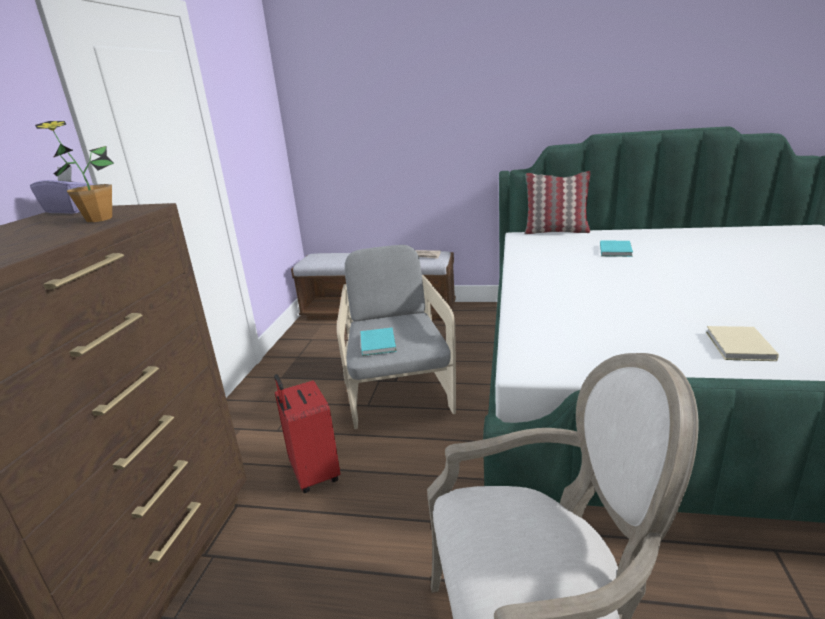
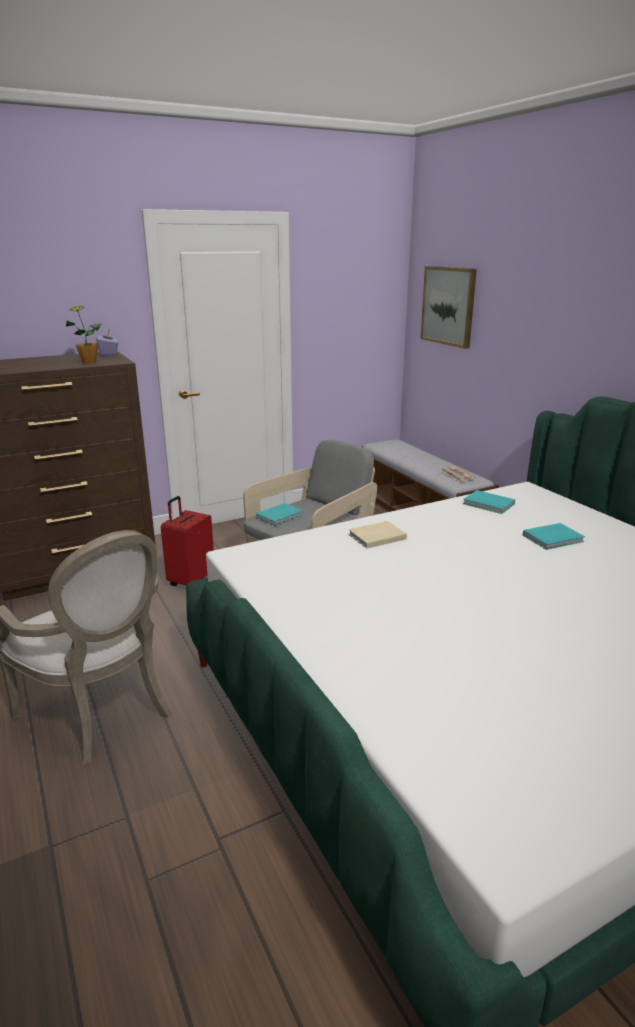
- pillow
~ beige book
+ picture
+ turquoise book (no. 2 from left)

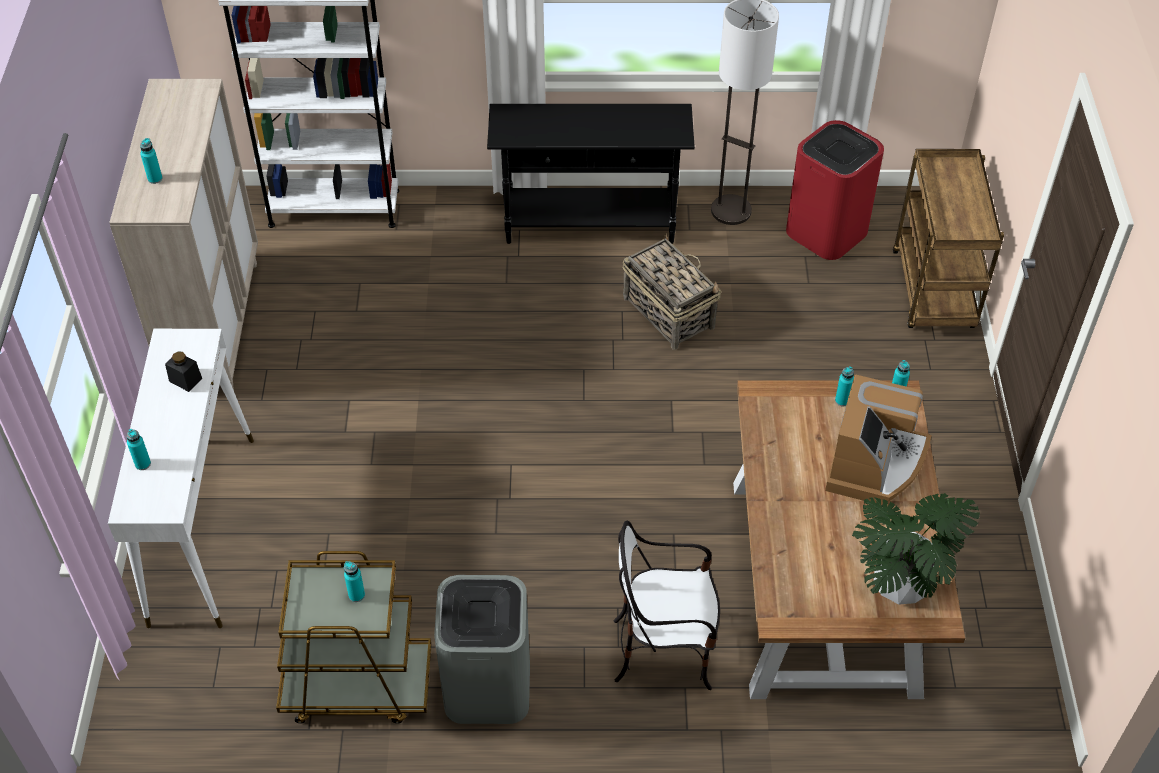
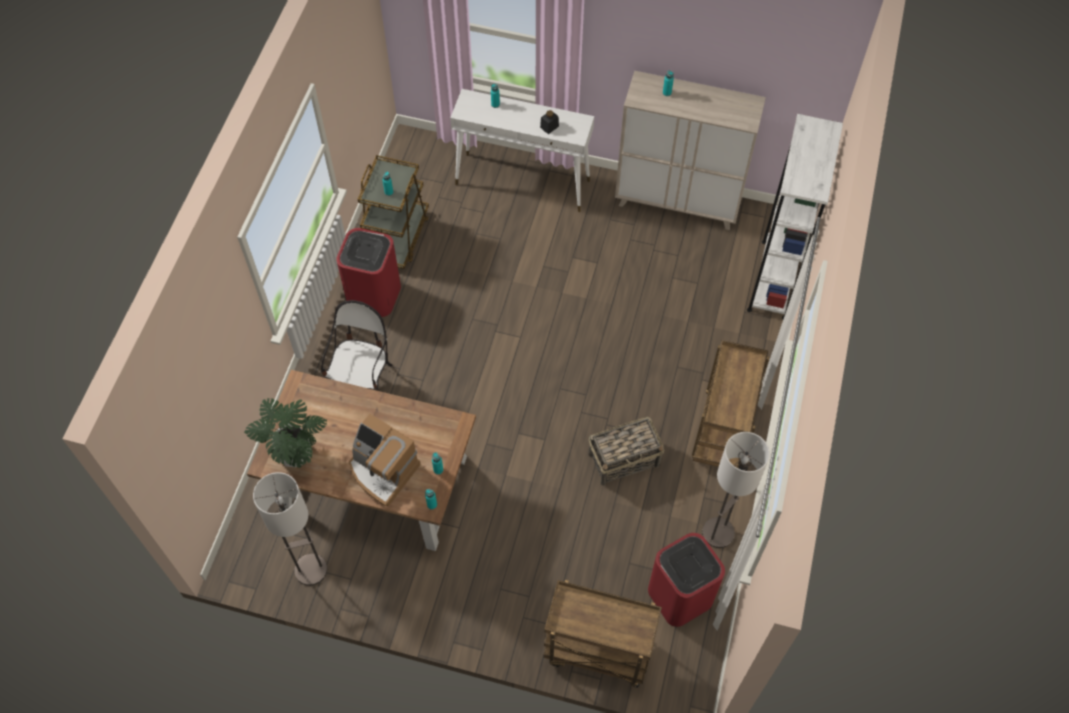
~ black console table to brown cart (no. 3 from left)
~ grey trash can to red trash can (no. 1 from left)
+ floor lamp (no. 1 from left)

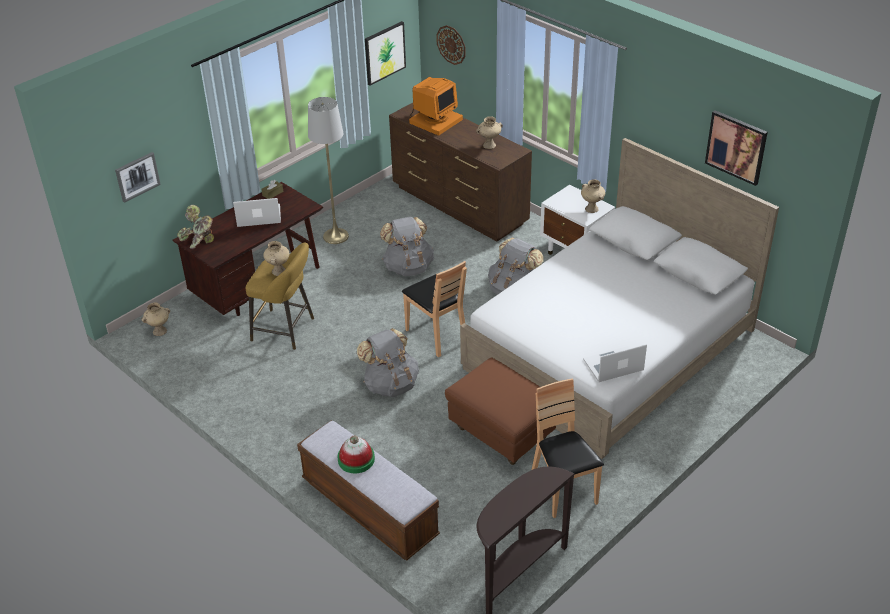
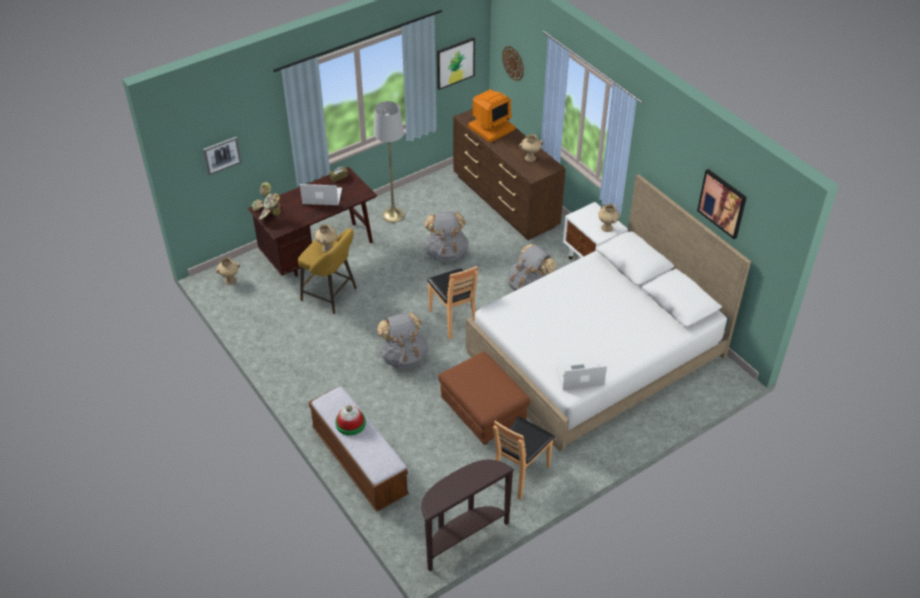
~ brown chair (no. 2 from left) 135 degrees counterclockwise

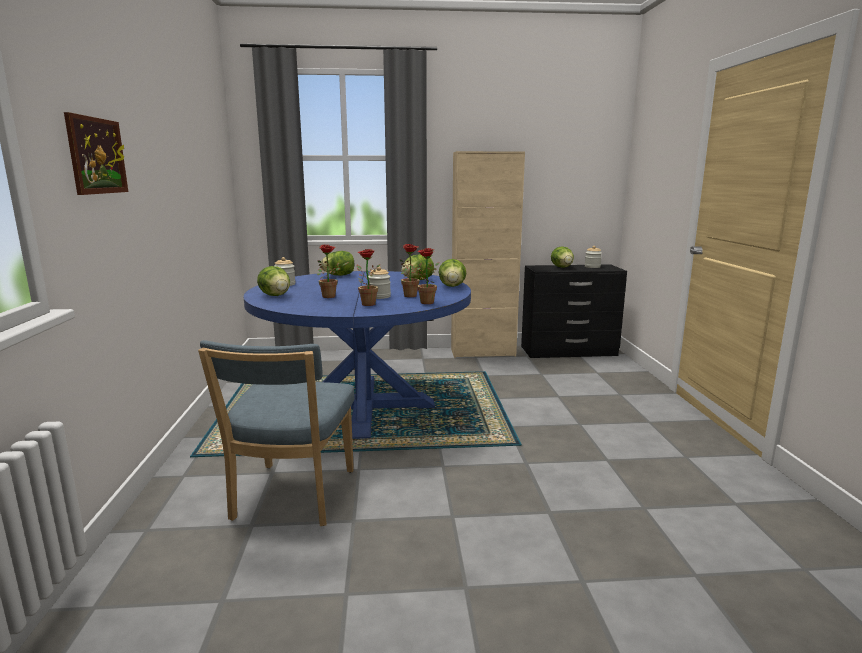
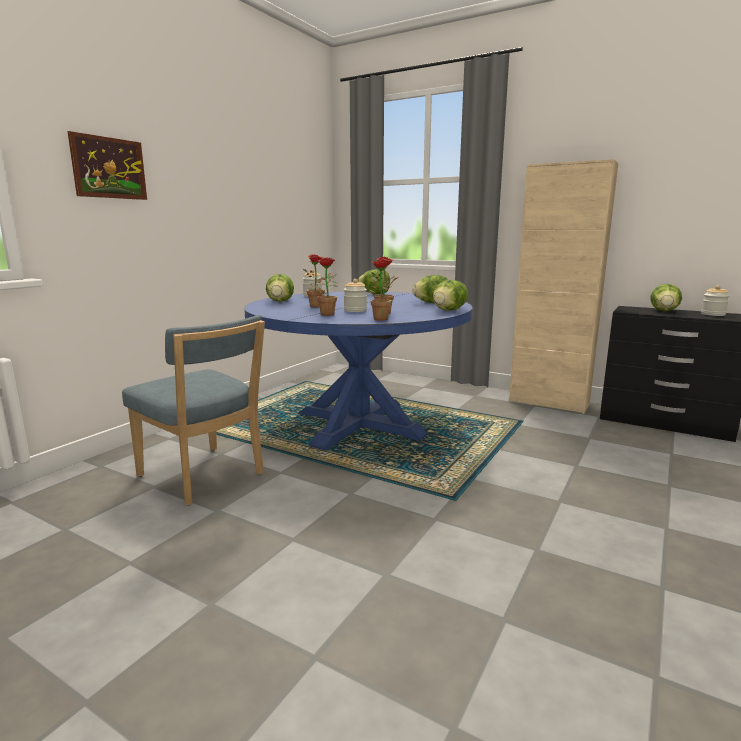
~ blue chair 90 degrees counterclockwise

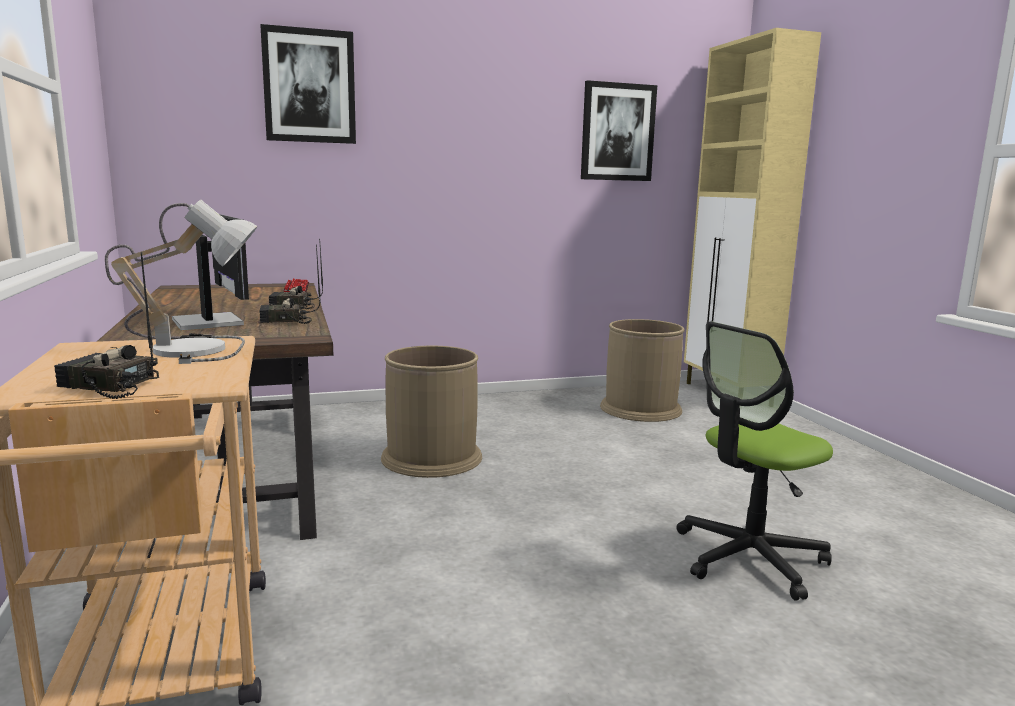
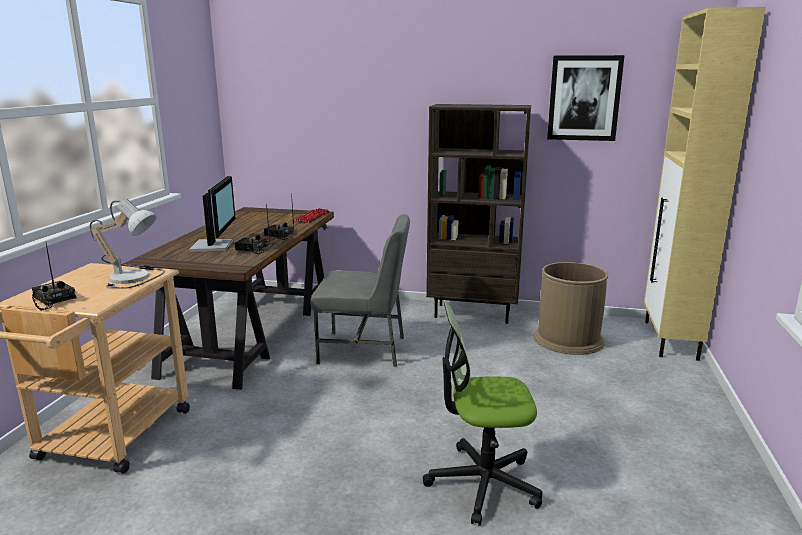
- picture (no. 1 from left)
~ brown trash can (no. 1 from left) to grey chair
+ brown bookcase

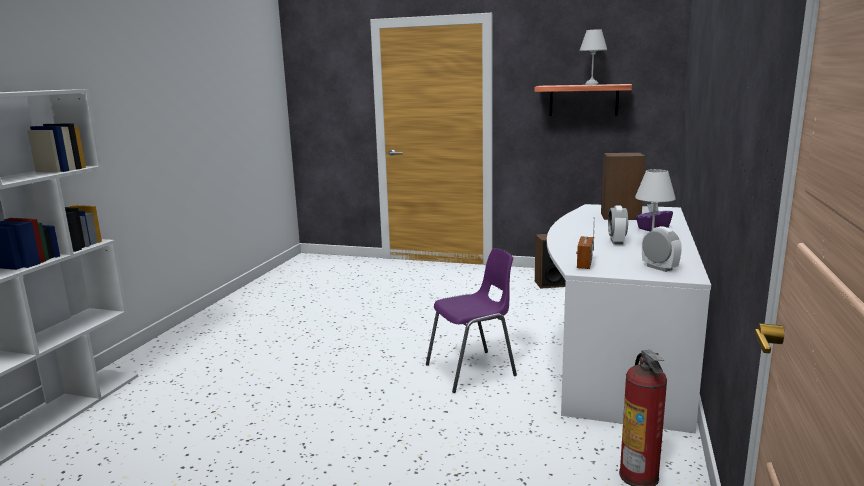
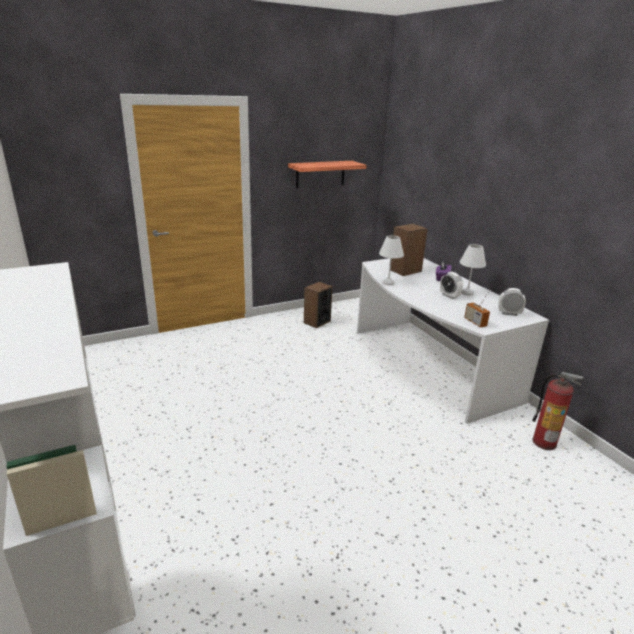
~ white table lamp (no. 1 from left)
- purple chair

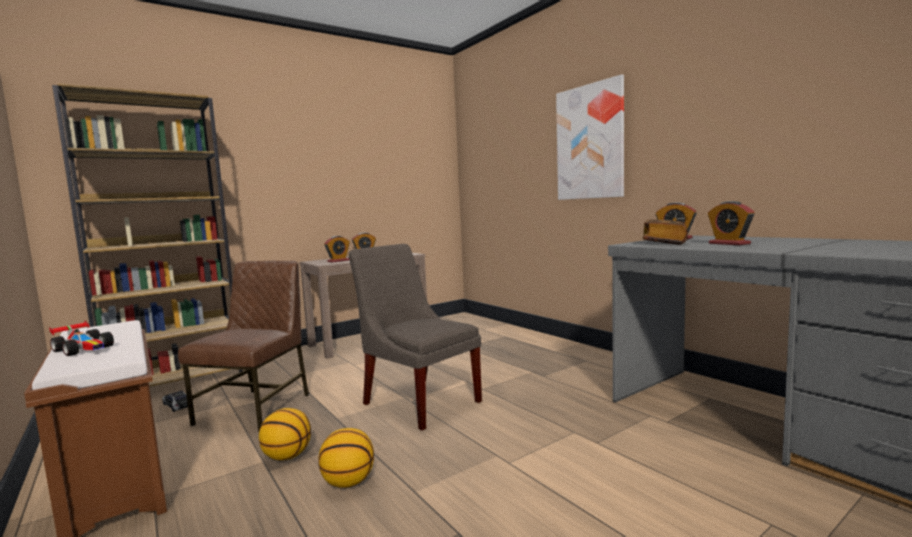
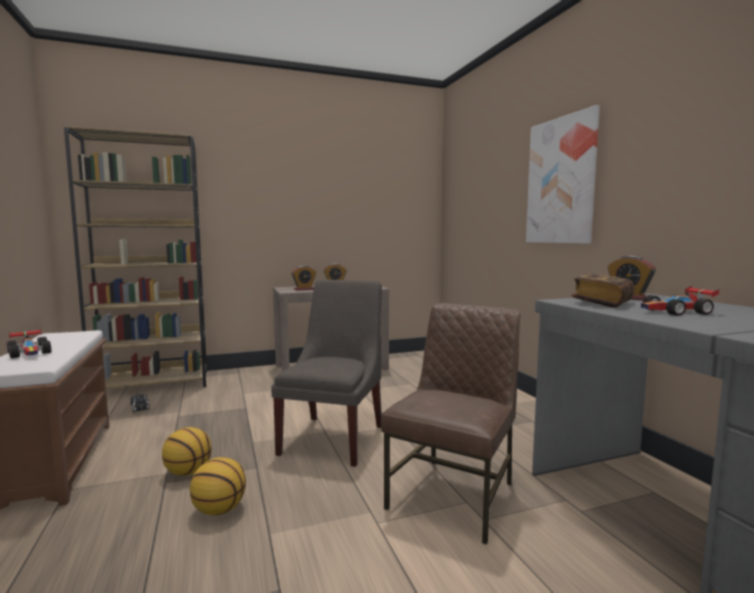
~ alarm clock (no. 4 from left) to toy car (no. 3 from left)
~ grey chair 45 degrees clockwise
~ brown chair

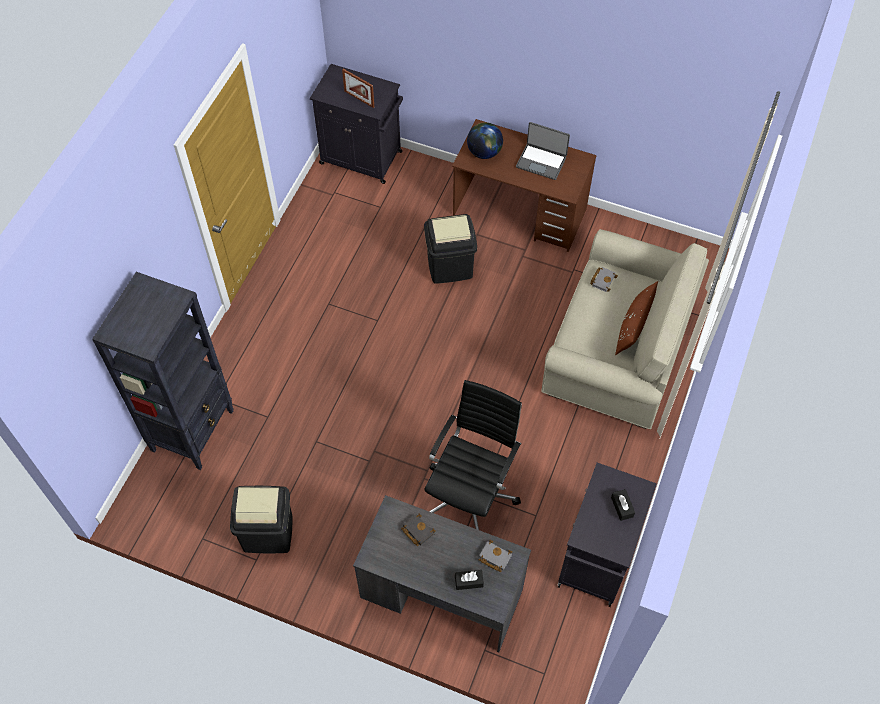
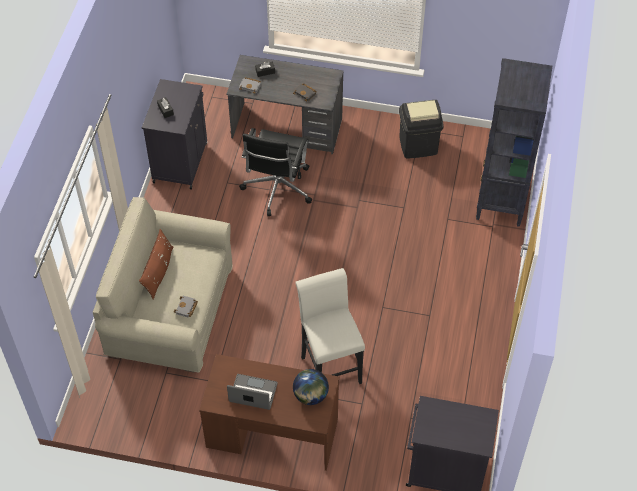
- picture frame
~ black trash can (no. 2 from left) to white stool

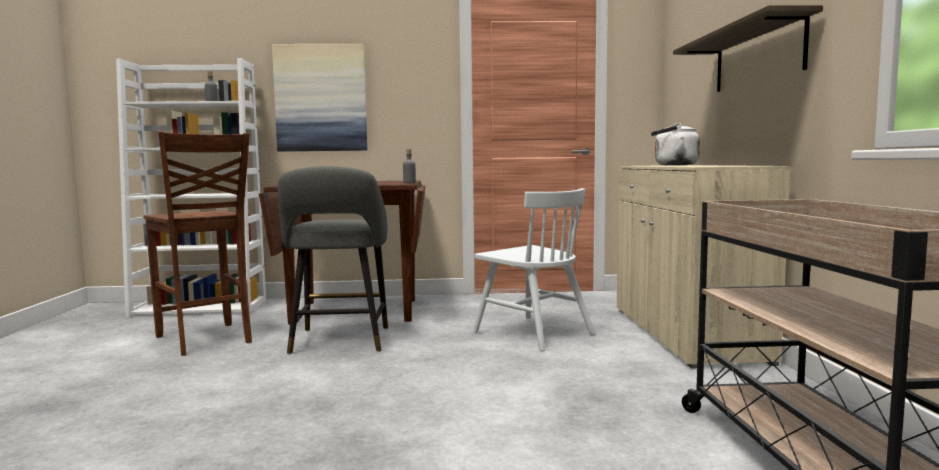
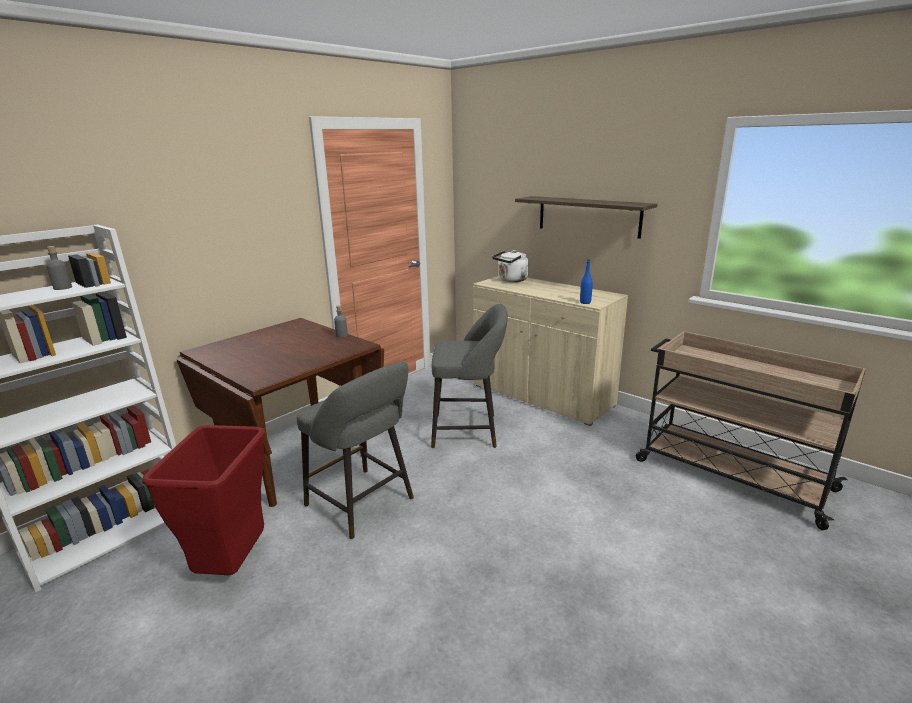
- picture
~ brown chair to red trash can
~ white chair to grey stool (no. 2 from left)
+ blue bottle

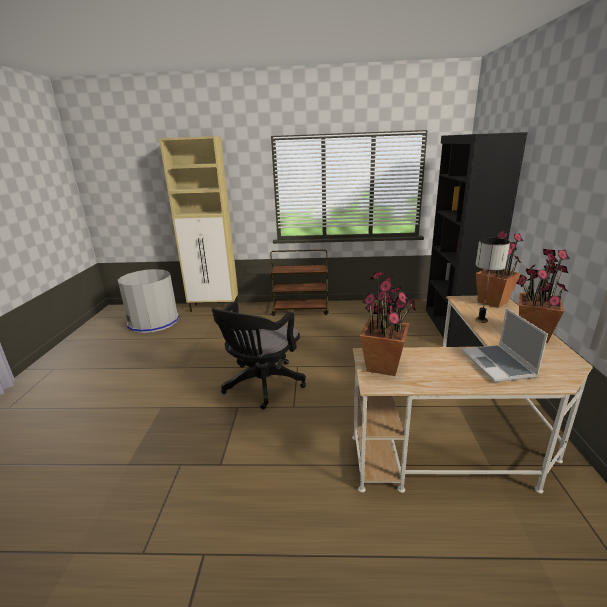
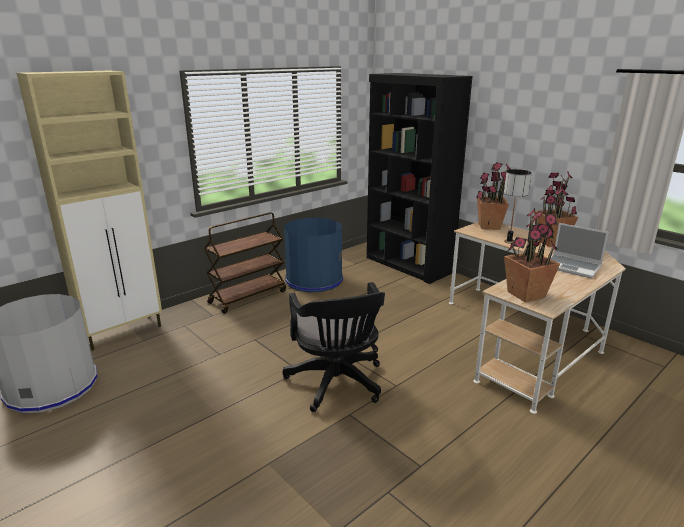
+ blue trash can

